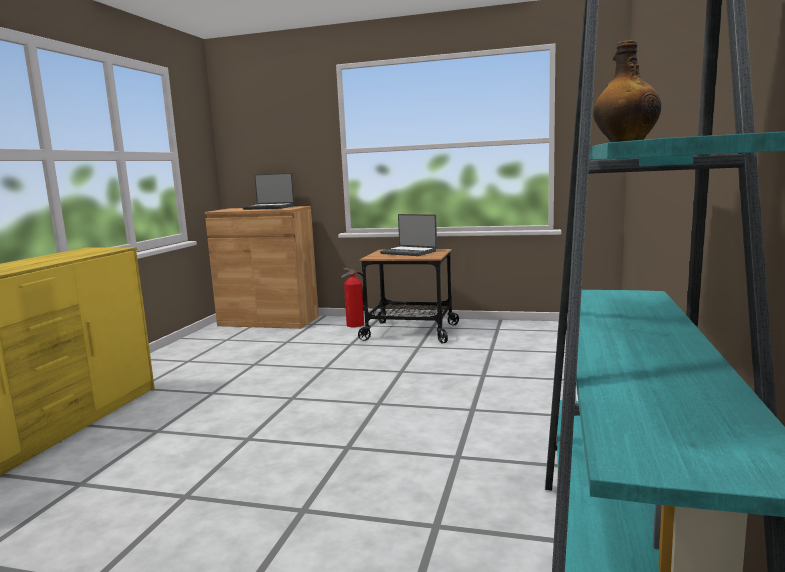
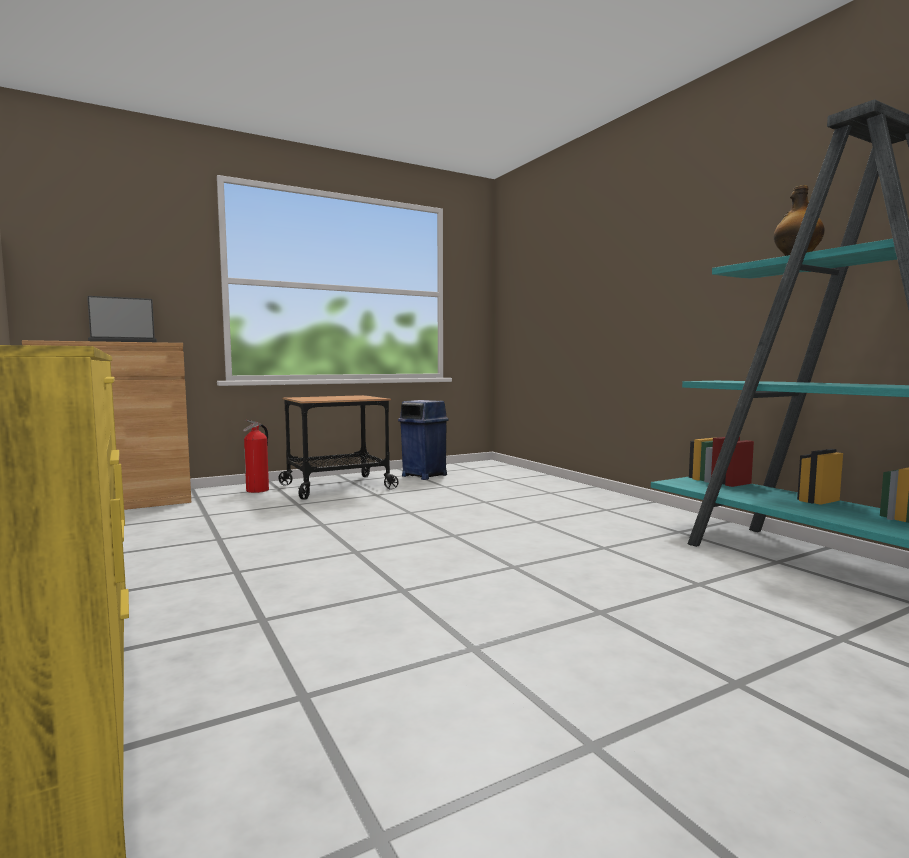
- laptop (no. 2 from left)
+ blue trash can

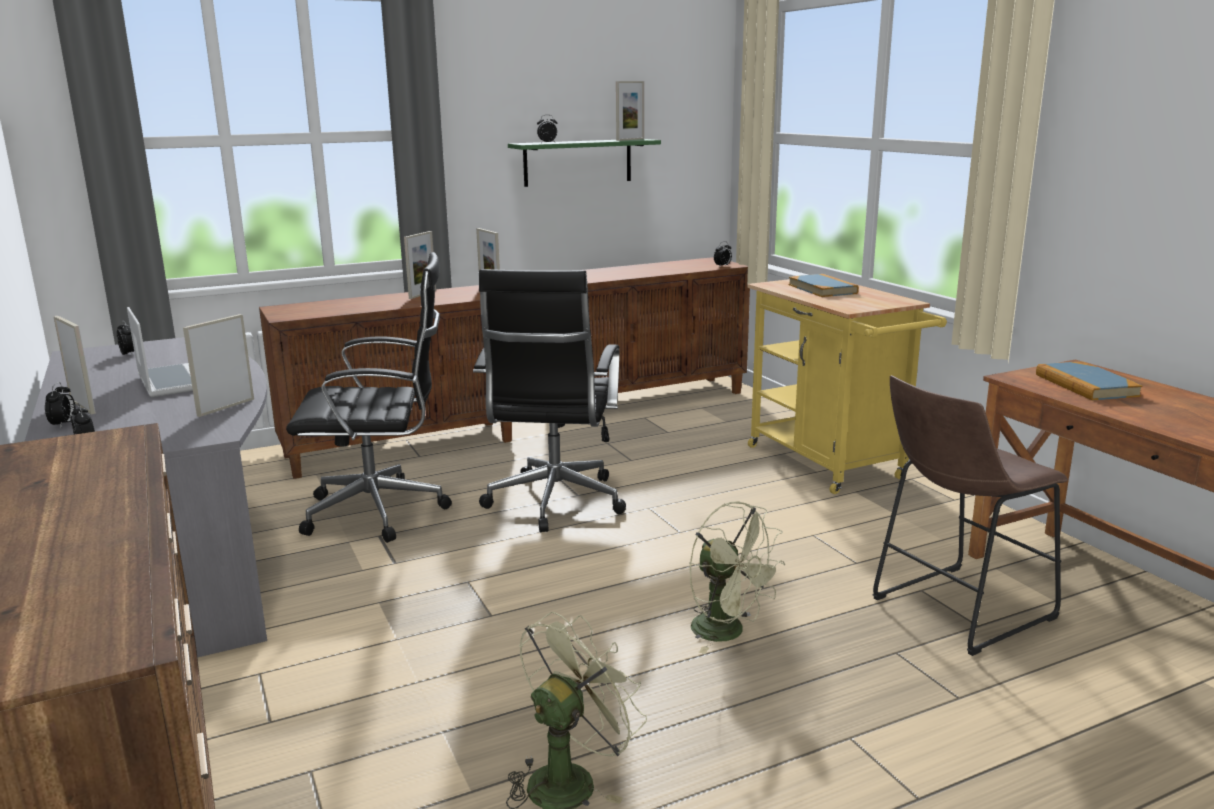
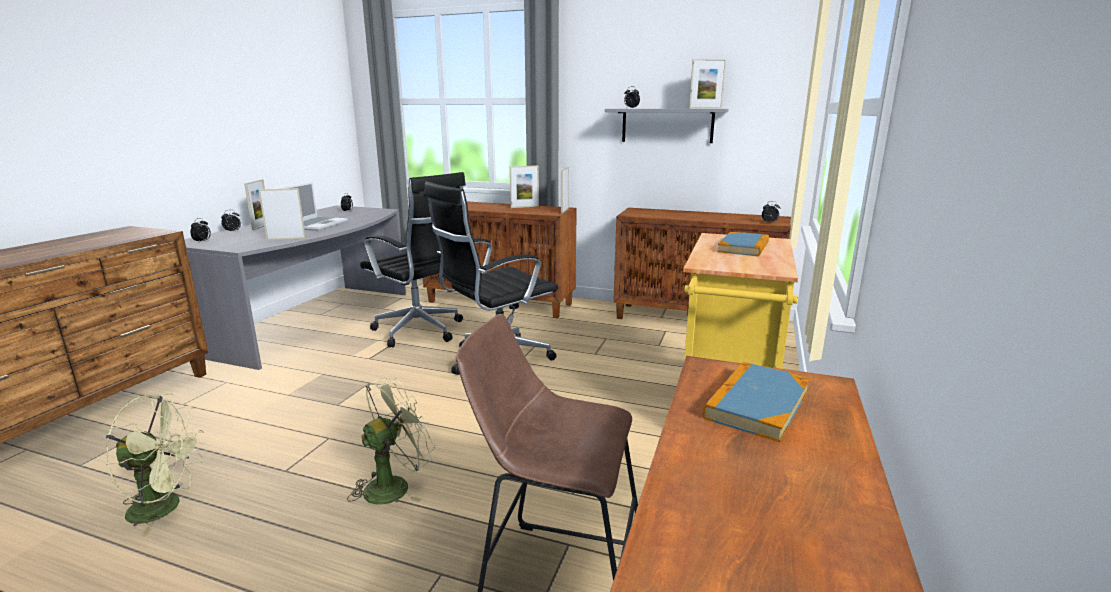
~ green shelf to grey shelf
~ green fan (no. 2 from left) 135 degrees counterclockwise

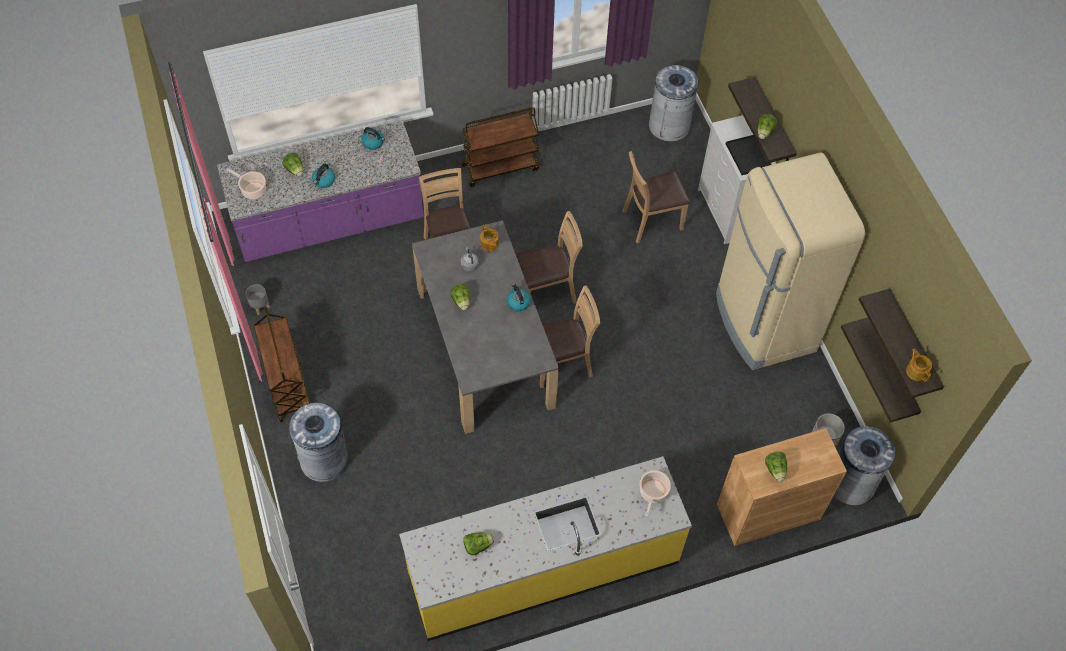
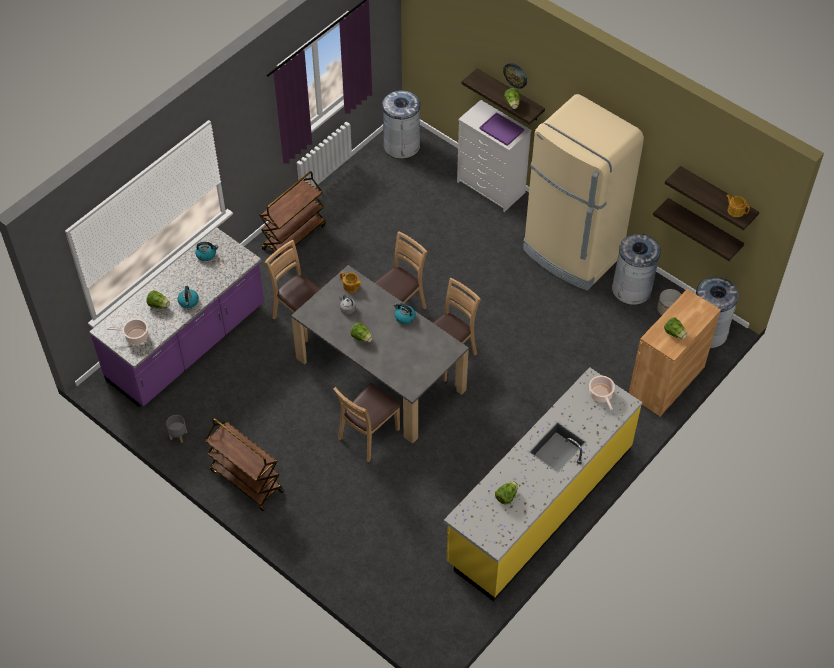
~ black tray to purple tray
~ brown chair (no. 4 from left in the first image) to brown chair (no. 2 from left)
~ grey trash can (no. 1 from left in the first image) to grey trash can (no. 2 from left)
+ wall clock

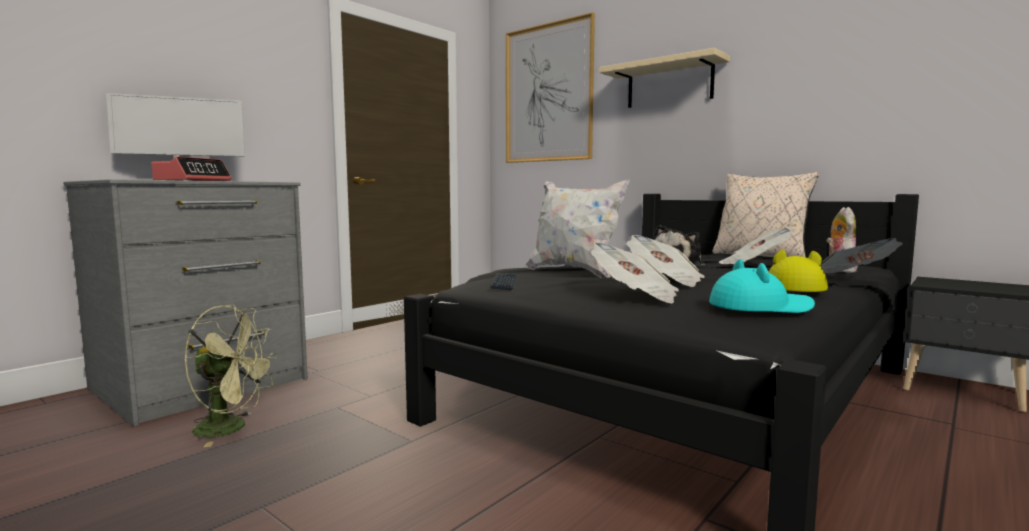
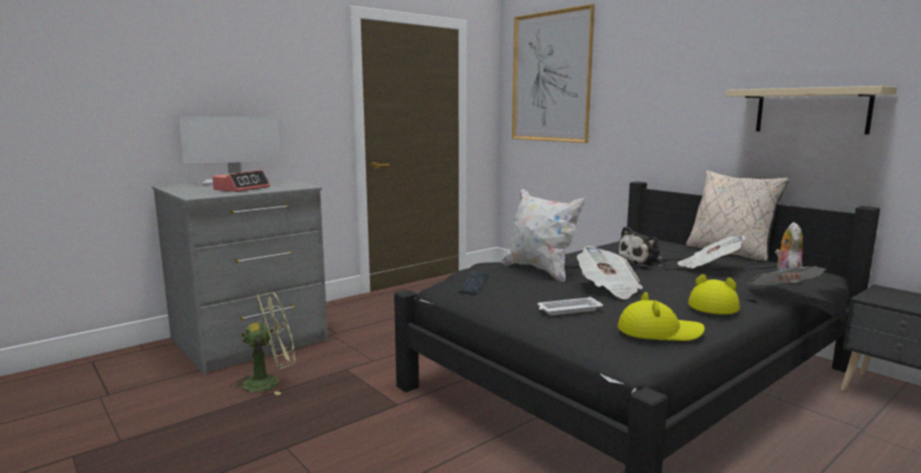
~ beige shelf
~ newspaper (no. 1 from left) to white tray
~ turquoise hat to yellow hat (no. 1 from left)
~ green fan 45 degrees counterclockwise

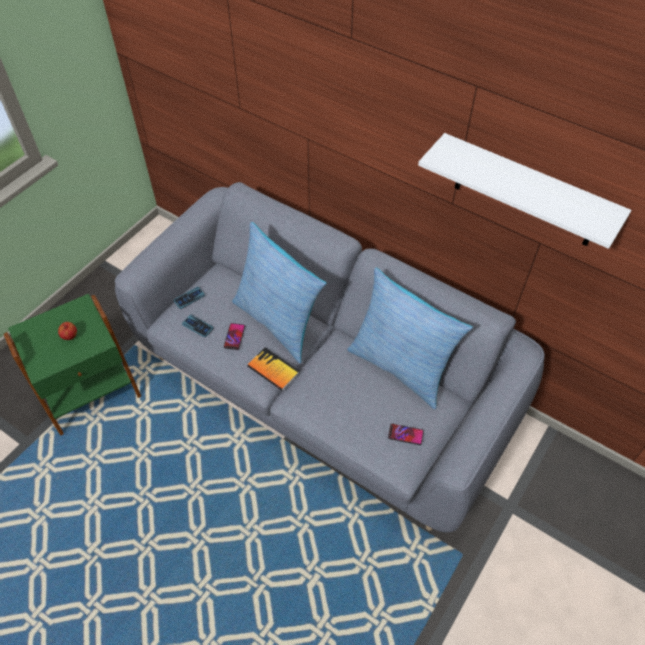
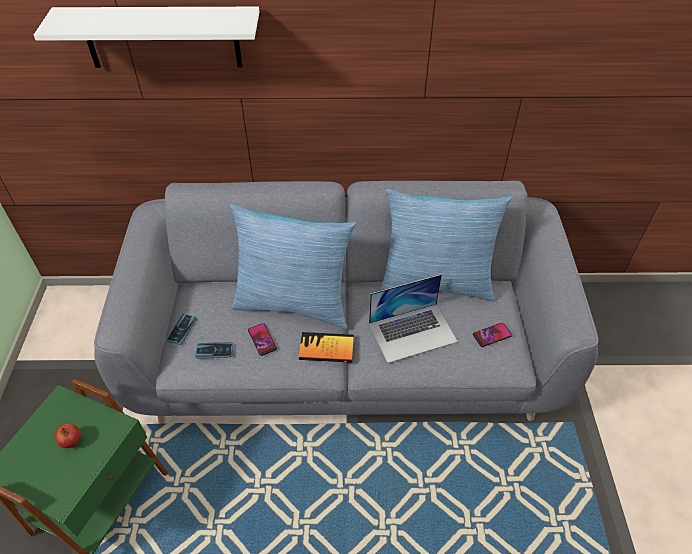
~ white shelf
+ laptop

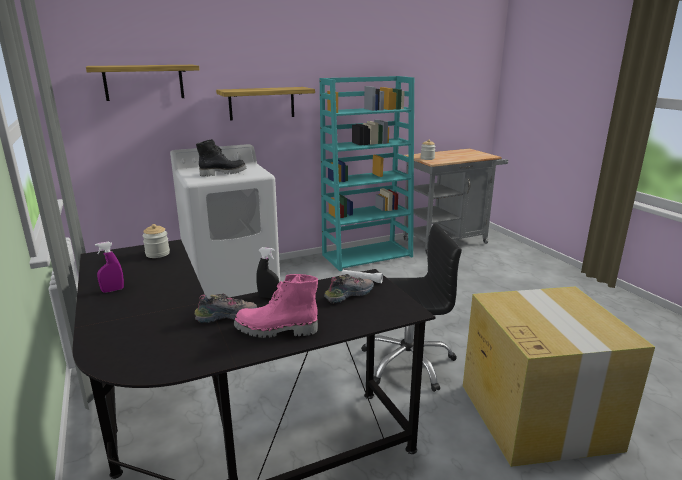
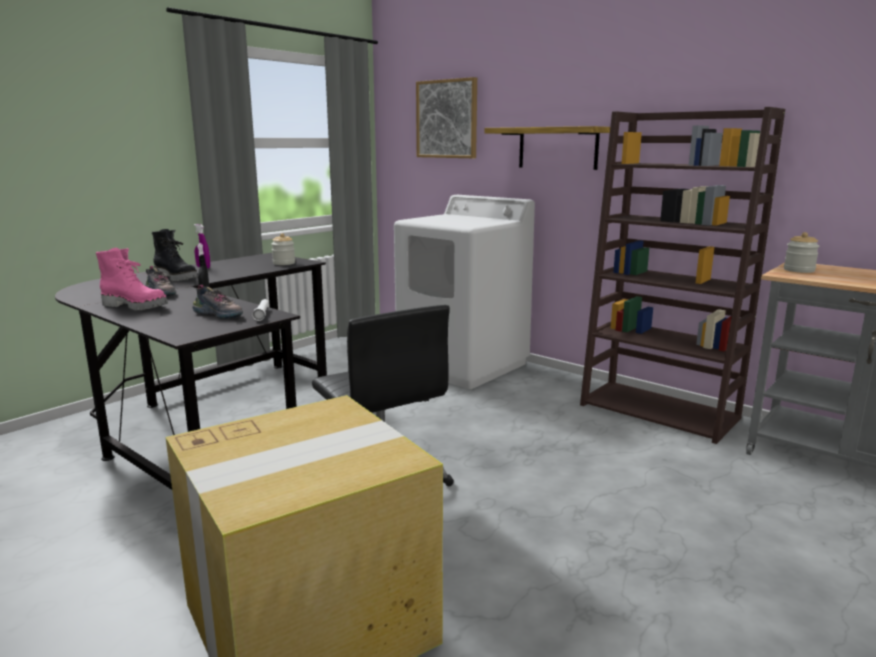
~ shelf (no. 1 from left) to picture
~ turquoise bookcase to brown bookcase
~ black boot
~ pink boot 135 degrees clockwise

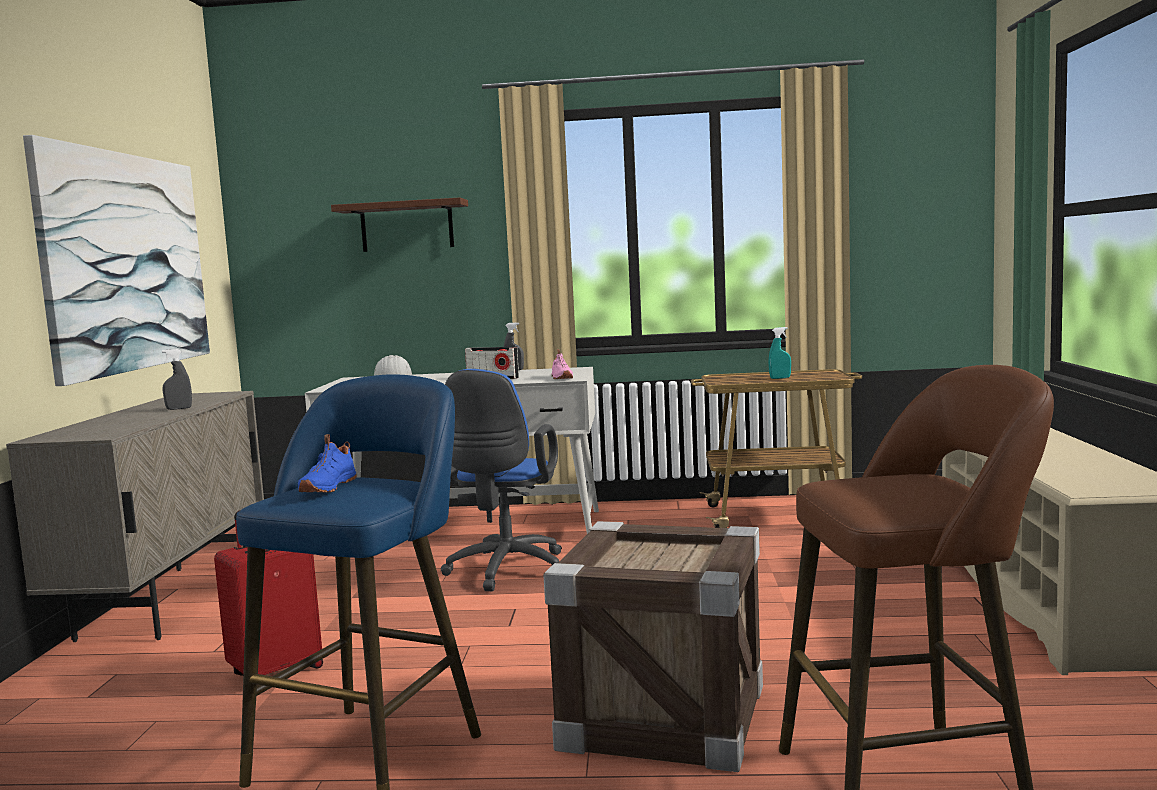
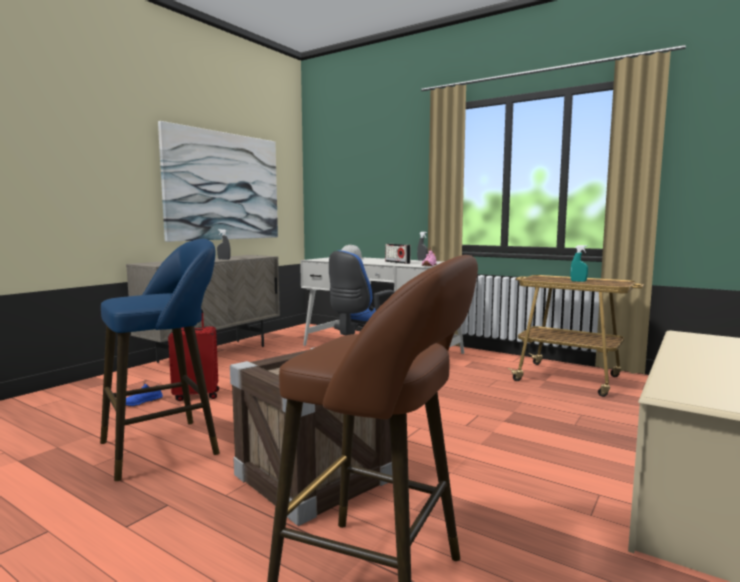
- brown shelf
~ blue shoe

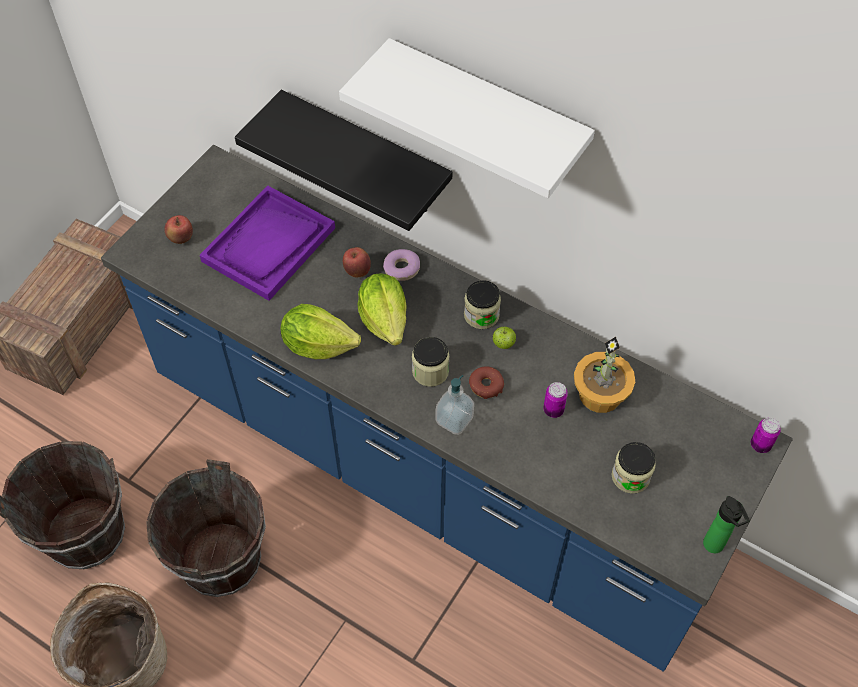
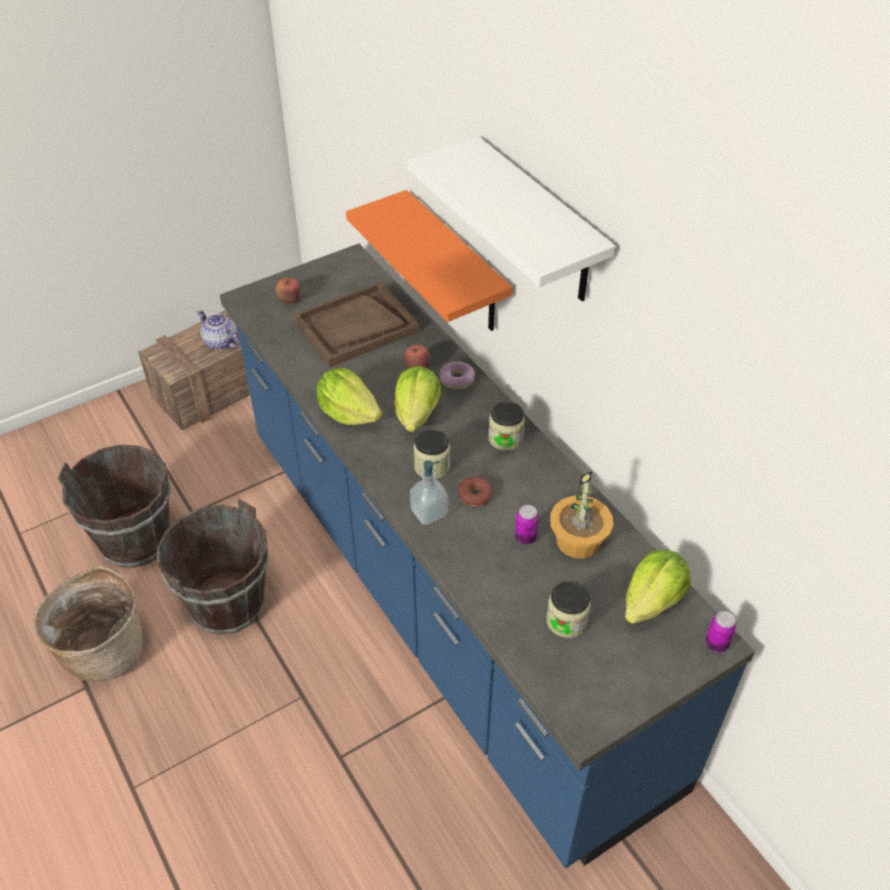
~ black shelf to orange shelf
~ purple tray to brown tray
- apple (no. 3 from left)
- bottle
+ teapot
+ lettuce (no. 3 from left)

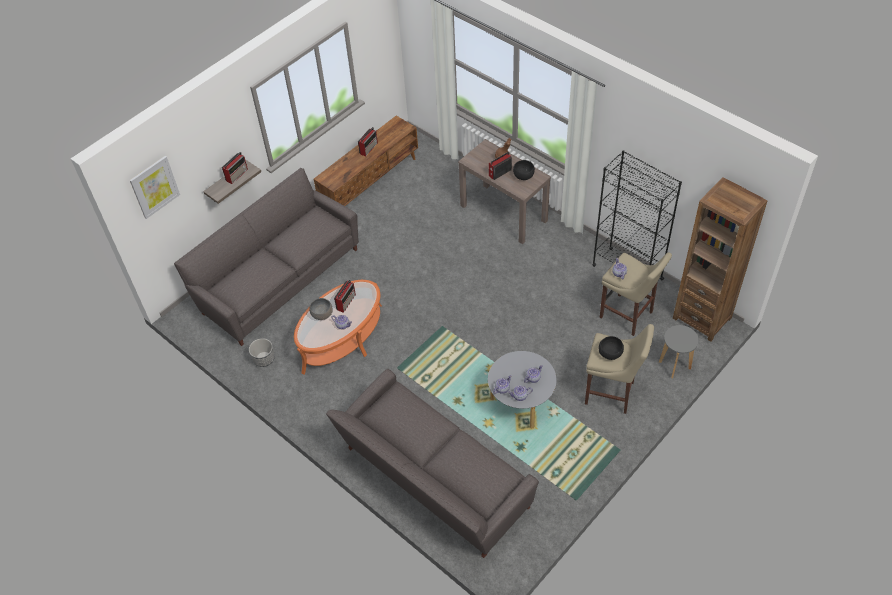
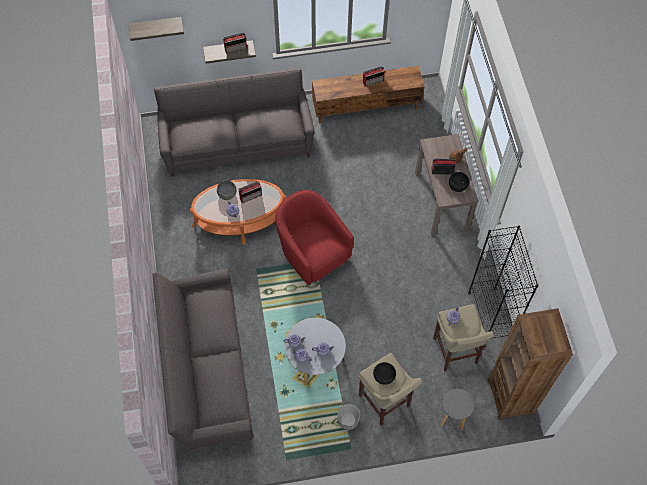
~ picture to shelf (no. 1 from left)
~ planter
+ red armchair

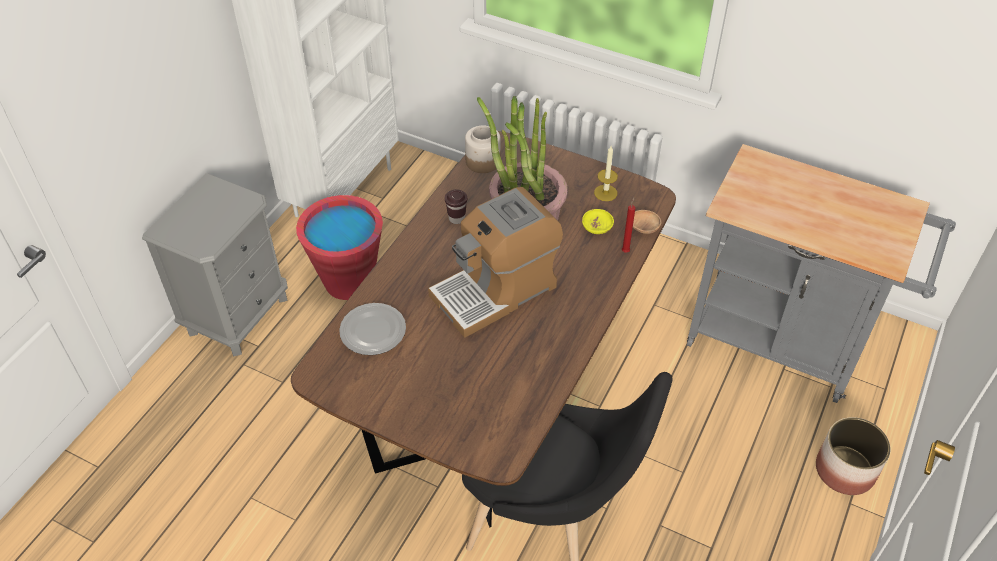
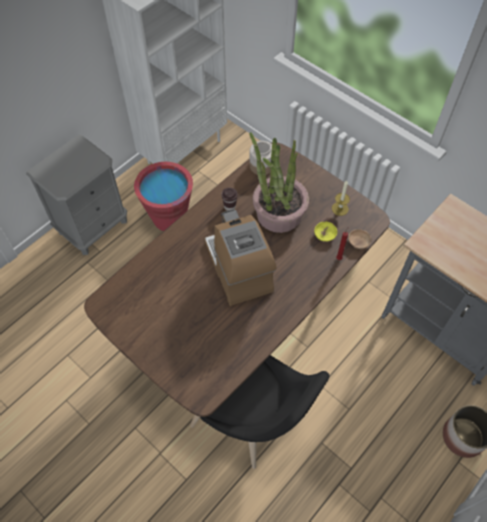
~ coffee machine 90 degrees clockwise
- plate

